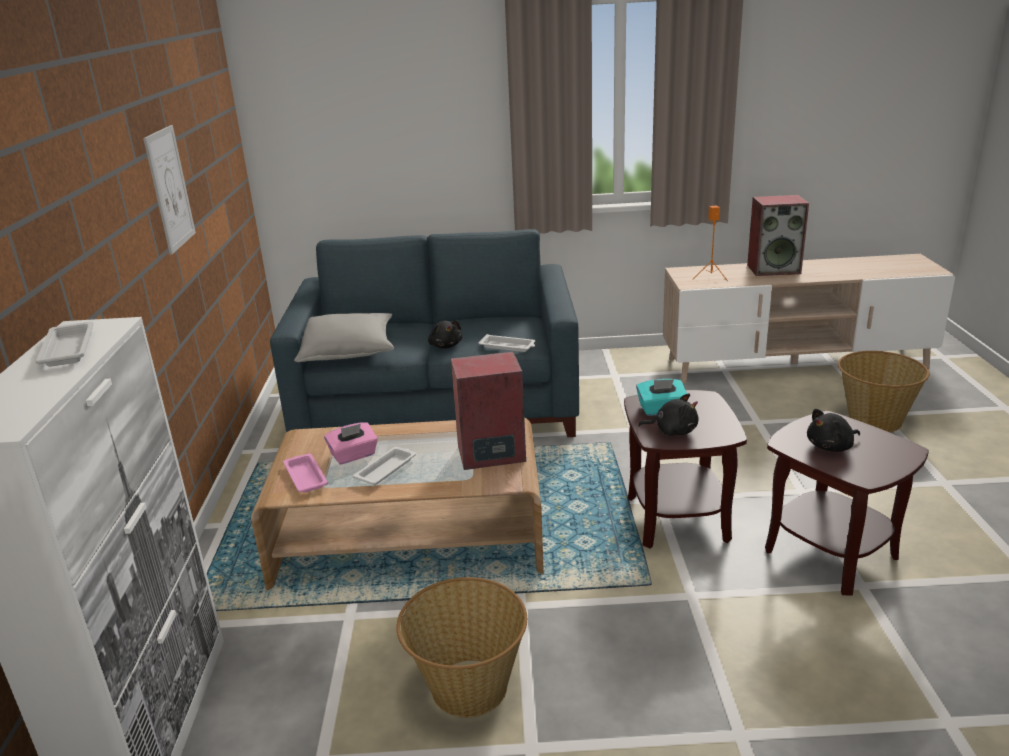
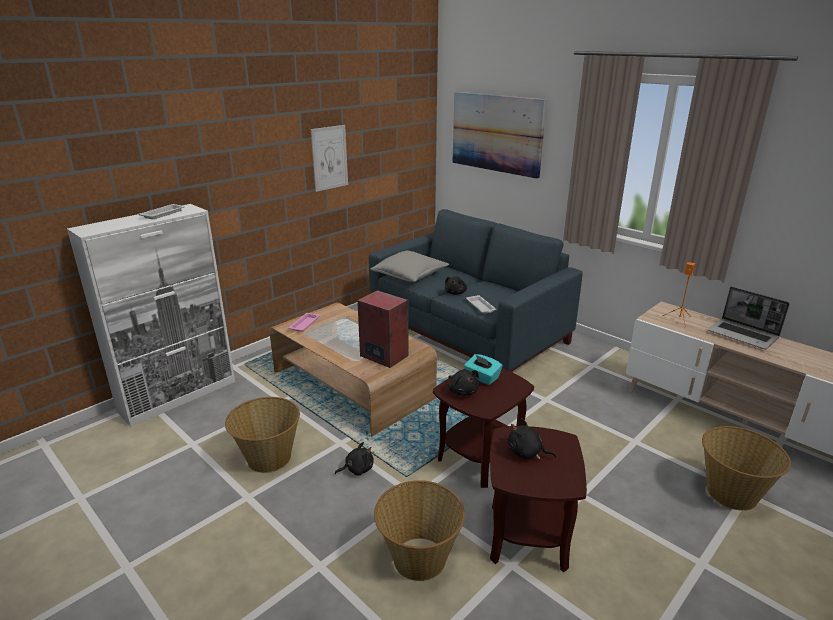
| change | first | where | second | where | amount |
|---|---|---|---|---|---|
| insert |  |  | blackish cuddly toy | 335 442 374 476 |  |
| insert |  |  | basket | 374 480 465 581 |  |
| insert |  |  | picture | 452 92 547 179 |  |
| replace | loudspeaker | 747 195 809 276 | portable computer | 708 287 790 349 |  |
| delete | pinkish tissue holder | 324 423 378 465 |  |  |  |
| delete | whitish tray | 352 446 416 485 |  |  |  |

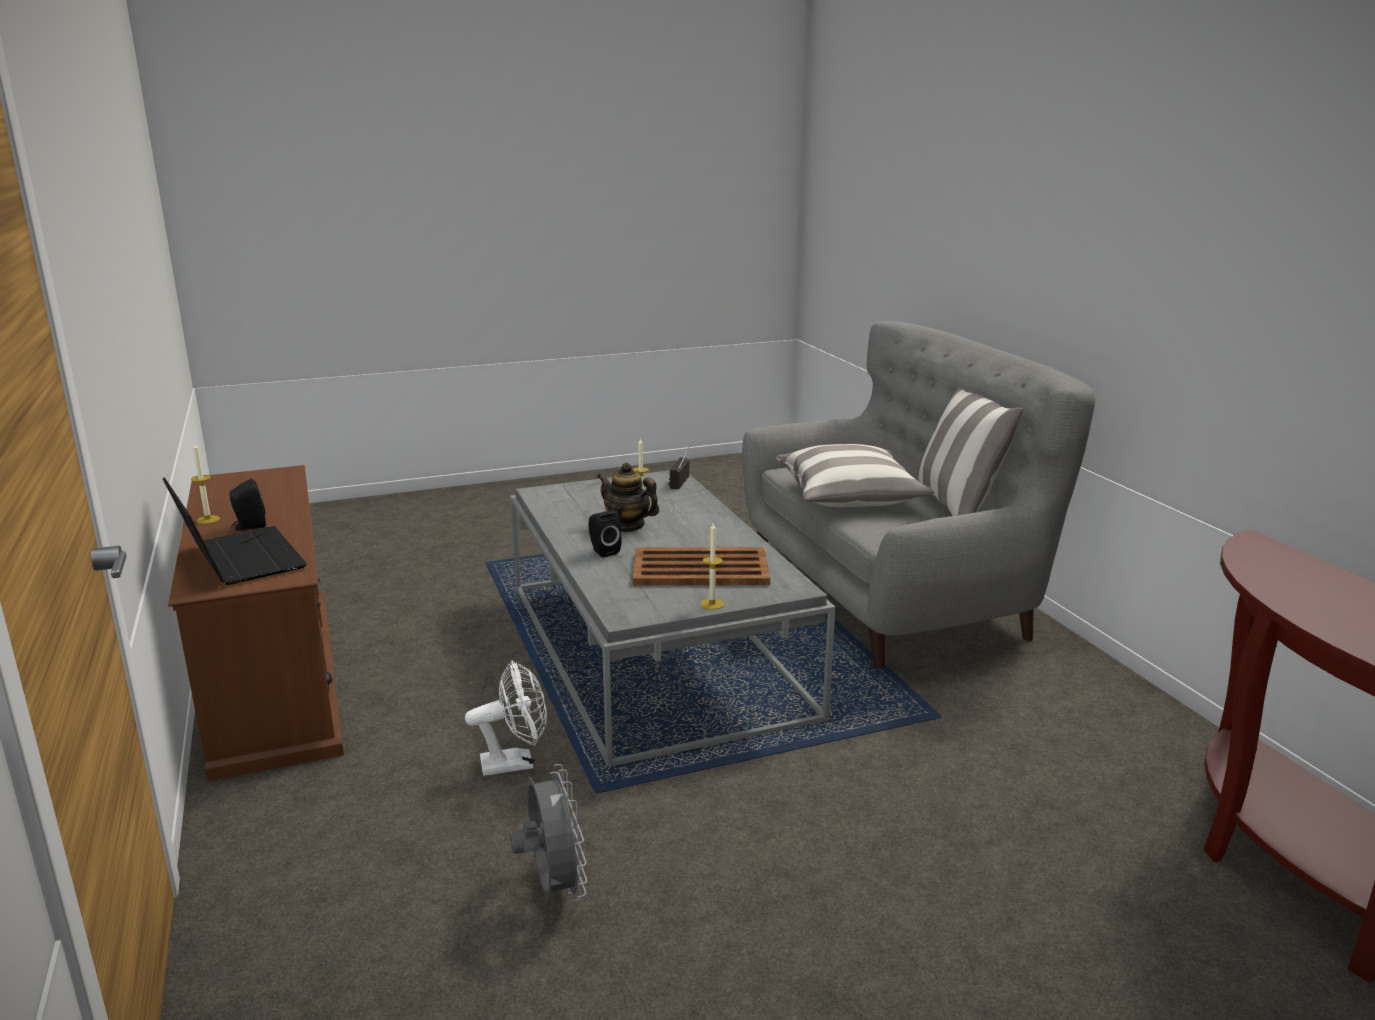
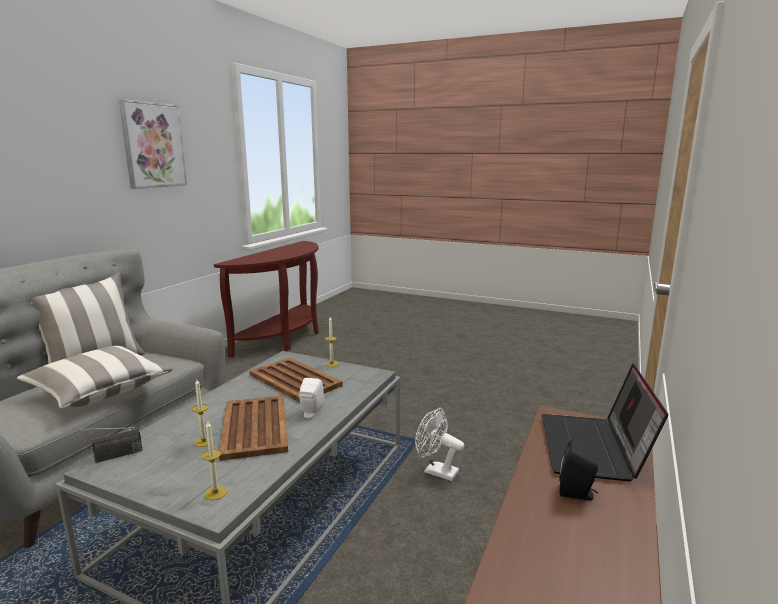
| change | first | where | second | where | amount |
|---|---|---|---|---|---|
| insert |  |  | picture | 119 99 187 189 |  |
| move | wax light | 191 443 220 524 |  | 202 421 227 500 |  |
| replace | pot for tea | 597 462 659 532 | brownish tray | 219 396 288 461 |  |
| recolor | blackish loudspeaker | 588 510 622 558 | whitish loudspeaker | 299 378 324 418 |  |
| delete | greyish fan | 510 764 587 902 |  |  |  |

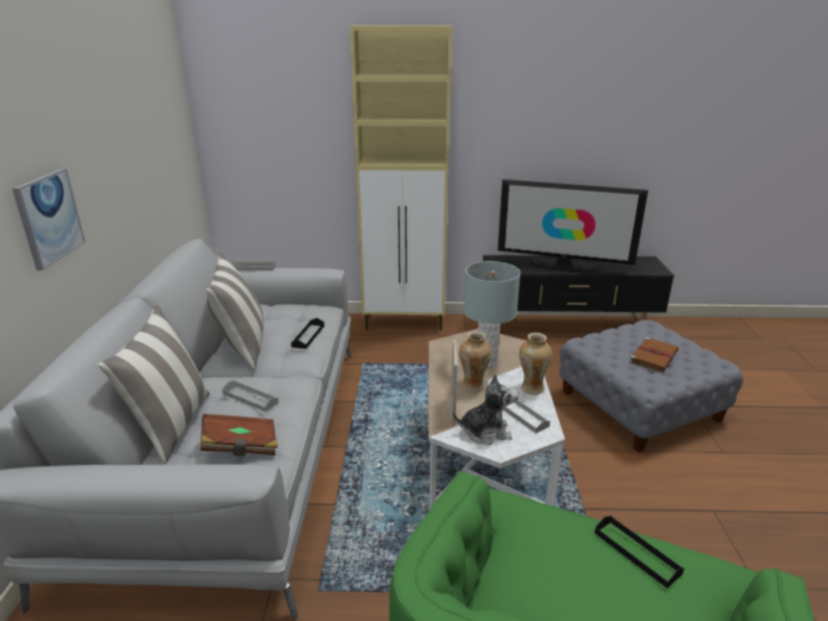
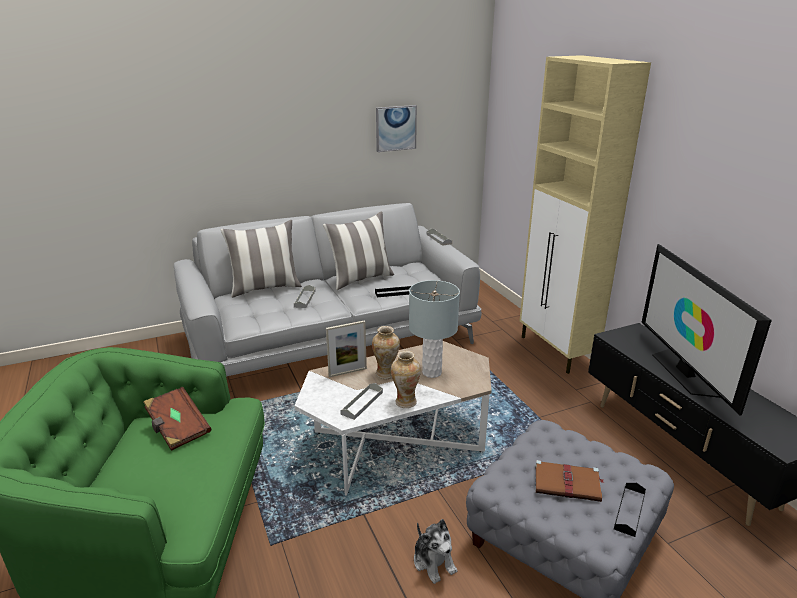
| change | first | where | second | where | amount |
|---|---|---|---|---|---|
| move | brownish volume | 201 414 278 456 |  | 143 387 211 451 |  |
| move | picture | 12 169 85 270 |  | 376 105 417 152 |  |
| move | cuddly toy | 453 374 519 445 |  | 414 519 457 584 |  |
| move | blackish tray | 595 516 684 588 |  | 614 483 646 537 |  |

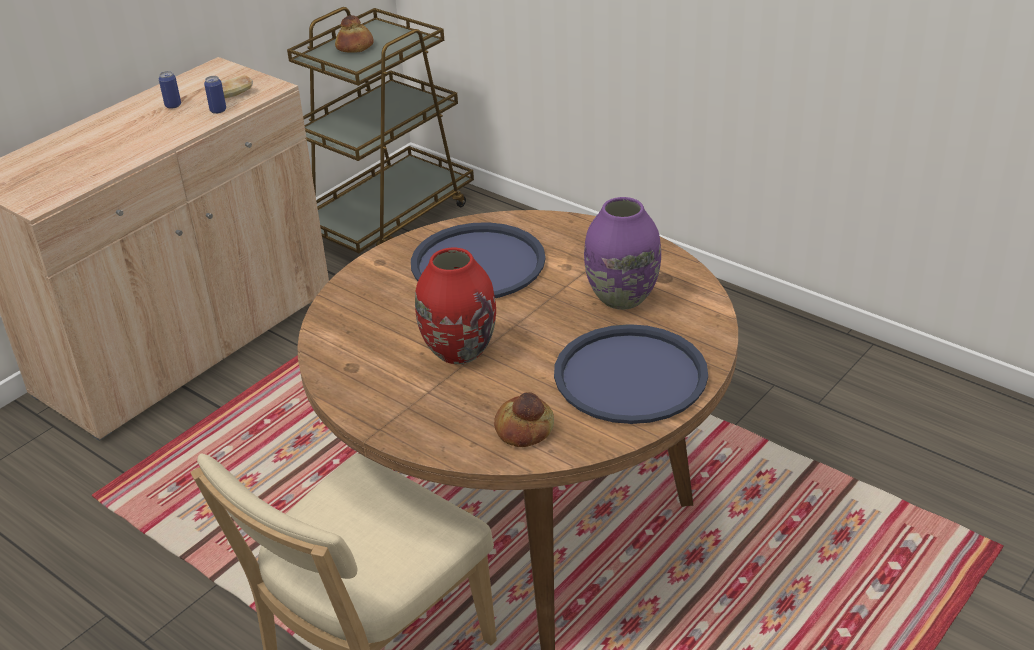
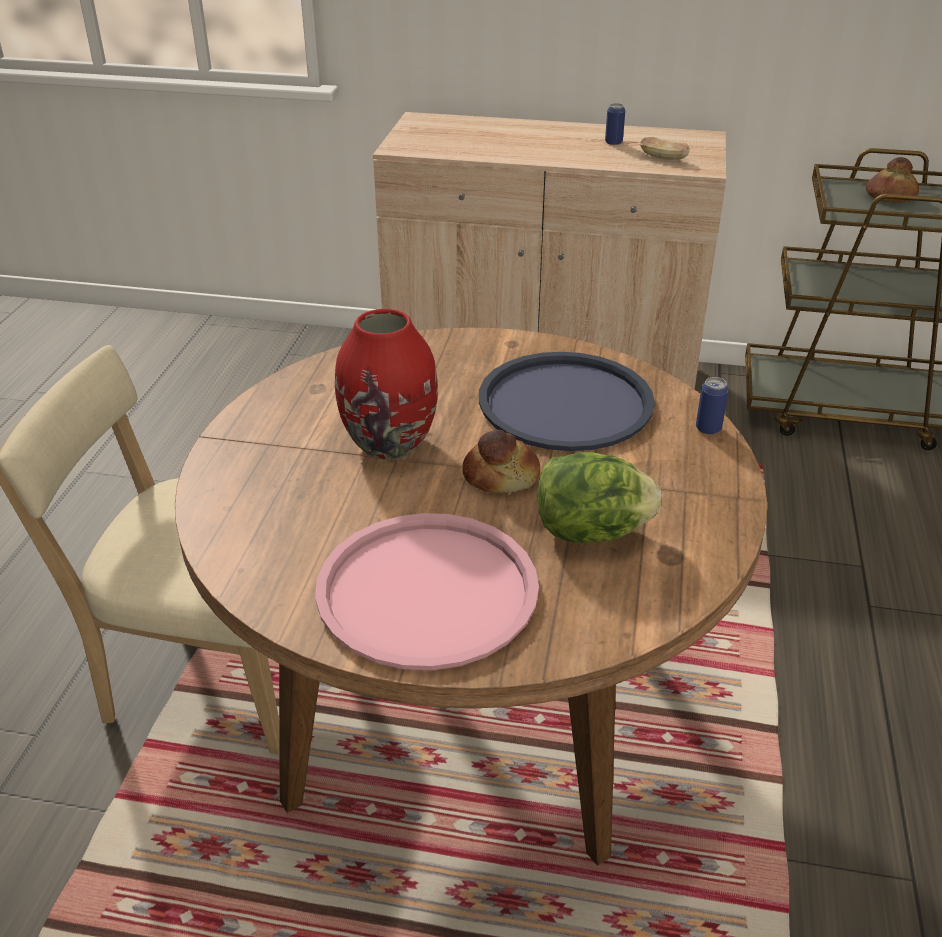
| change | first | where | second | where | amount |
|---|---|---|---|---|---|
| recolor | bluish tray | 554 324 708 424 | pinkish tray | 315 513 539 670 |  |
| move | bakery bread | 494 392 554 447 |  | 462 430 540 493 |  |
| replace | purple-coloured vase | 584 197 661 310 | lettuce | 538 452 662 543 |  |
| move | sealed can | 204 76 226 114 |  | 696 377 729 435 |  |

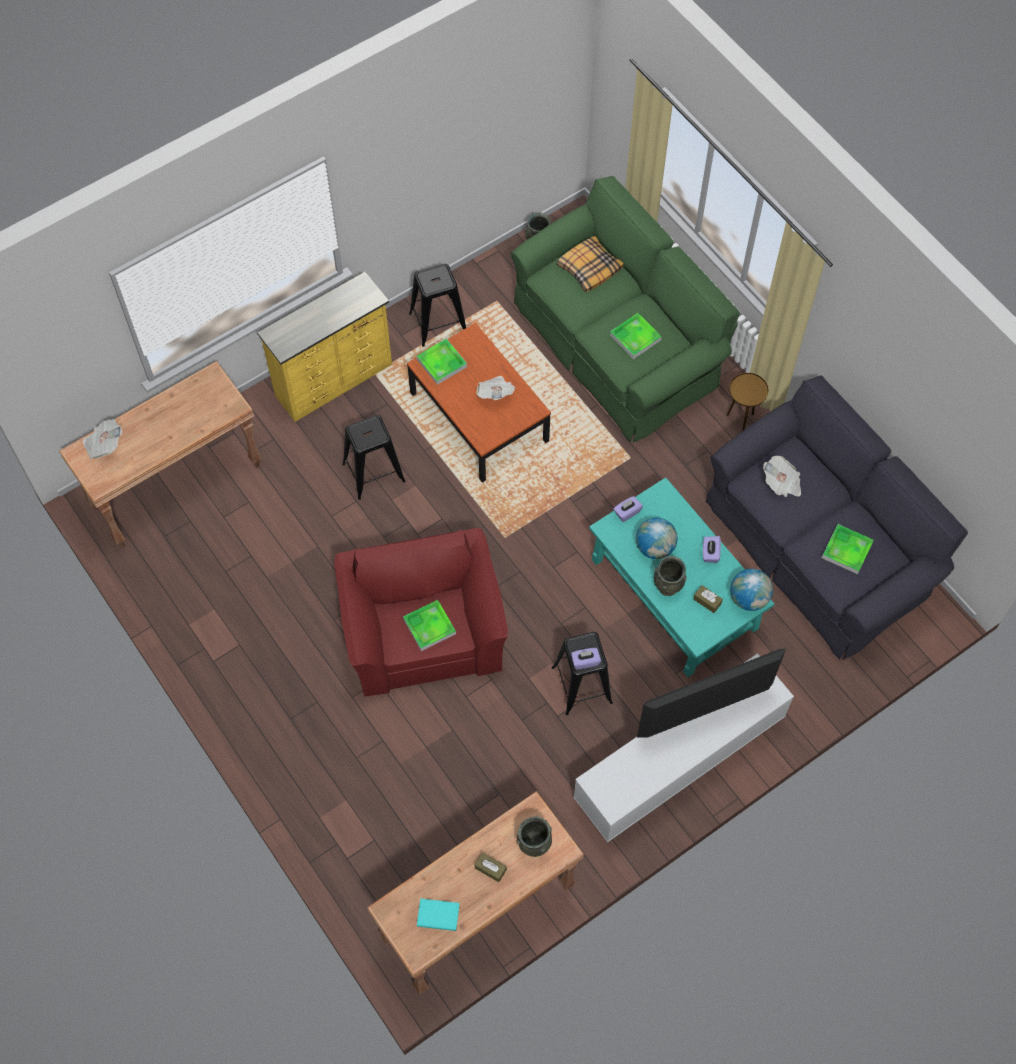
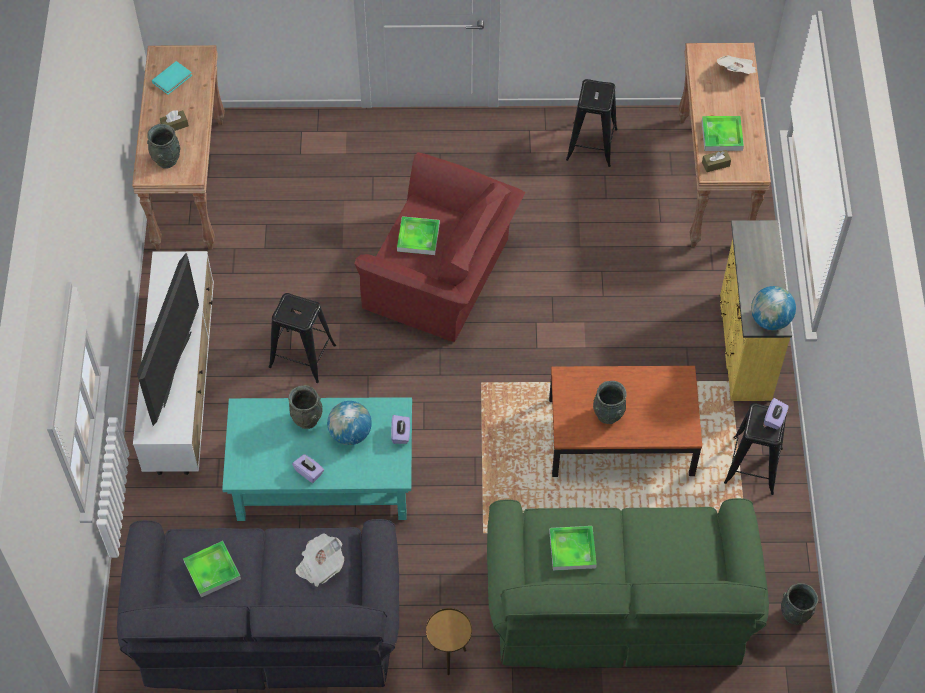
| change | first | where | second | where | amount |
|---|---|---|---|---|---|
| move | blackish stool seat | 342 415 405 500 |  | 566 79 618 167 |  |
| replace | daily paper | 476 376 516 400 | greyish vase | 593 381 627 424 |  |
| move | tray | 417 338 467 385 |  | 702 116 744 151 |  |
| move | brownish tissue holder | 693 585 723 613 |  | 702 150 731 172 |  |
| move | world globe | 730 569 773 611 |  | 751 286 796 330 |  |
| move | purple-coloured tissue holder | 571 648 601 670 |  | 764 398 789 430 |  |
| delete | cushion | 557 236 624 292 |  |  |  |

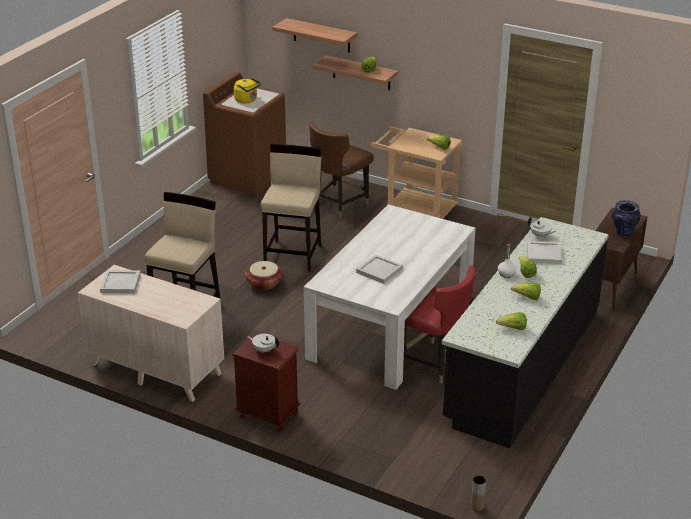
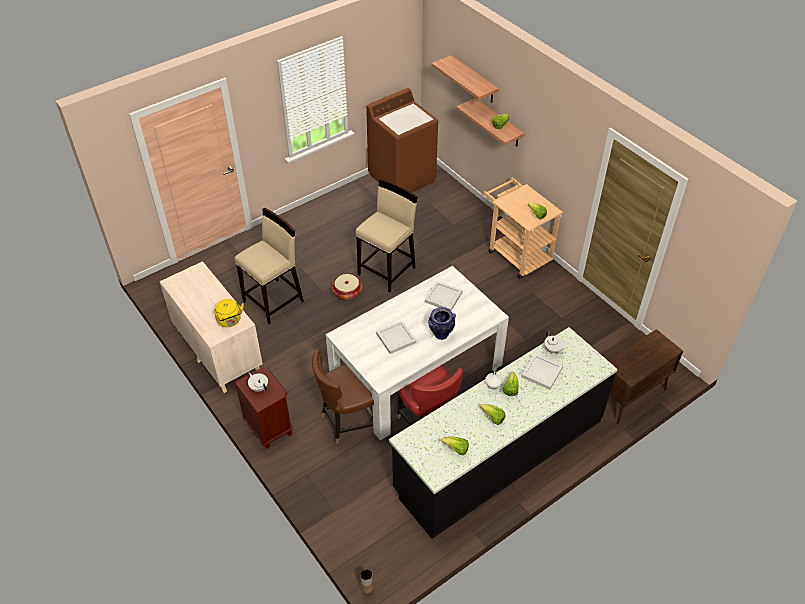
| change | first | where | second | where | amount |
|---|---|---|---|---|---|
| move | yellow tea kettle | 234 78 261 104 |  | 214 299 244 327 |  |
| move | brownish upright chair | 309 122 374 218 |  | 312 350 374 444 |  |
| move | whitish tray | 100 270 141 294 |  | 425 281 463 311 |  |
| move | vase | 612 200 640 236 |  | 428 307 456 340 |  |

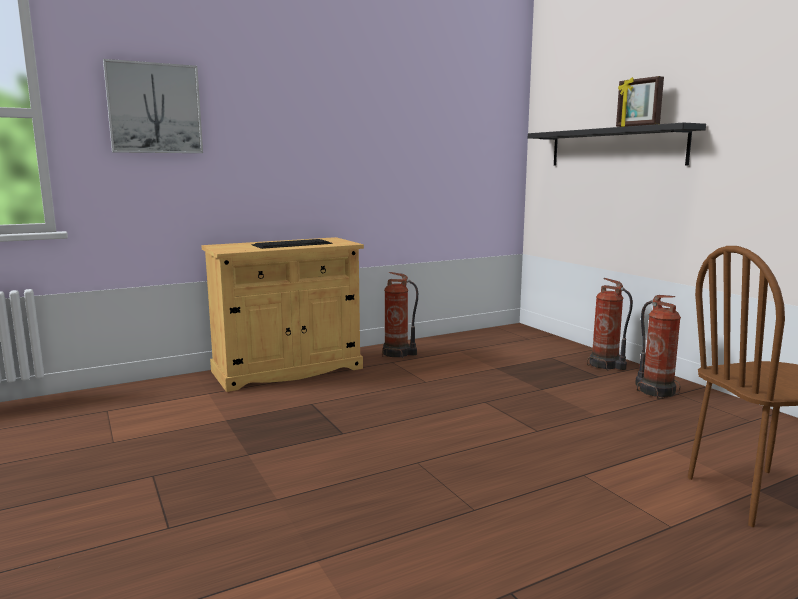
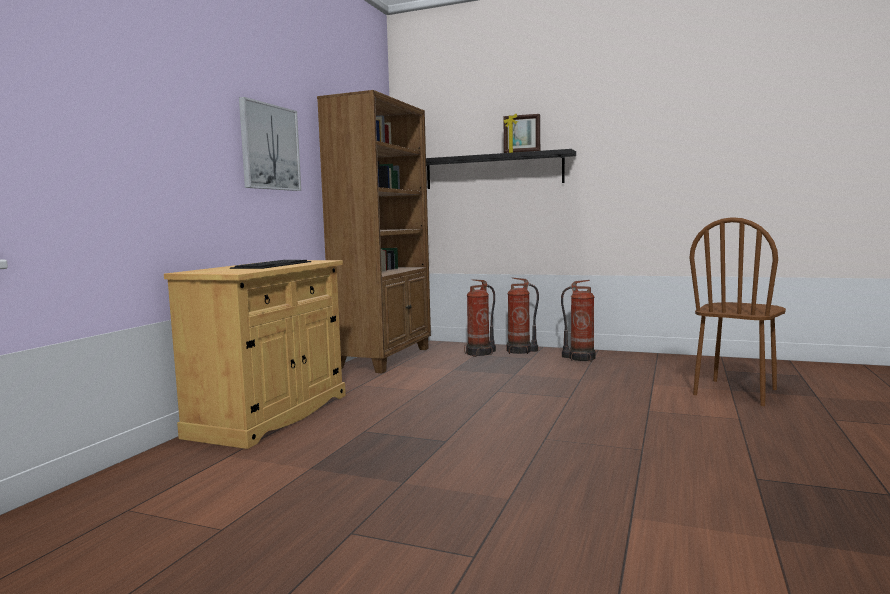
| change | first | where | second | where | amount |
|---|---|---|---|---|---|
| move | picture | 103 59 203 153 |  | 239 97 301 191 |  |
| insert |  |  | brownish bookshelf | 317 90 431 373 |  |
| move | fire extinguisher | 382 272 418 358 |  | 464 279 496 357 |  |

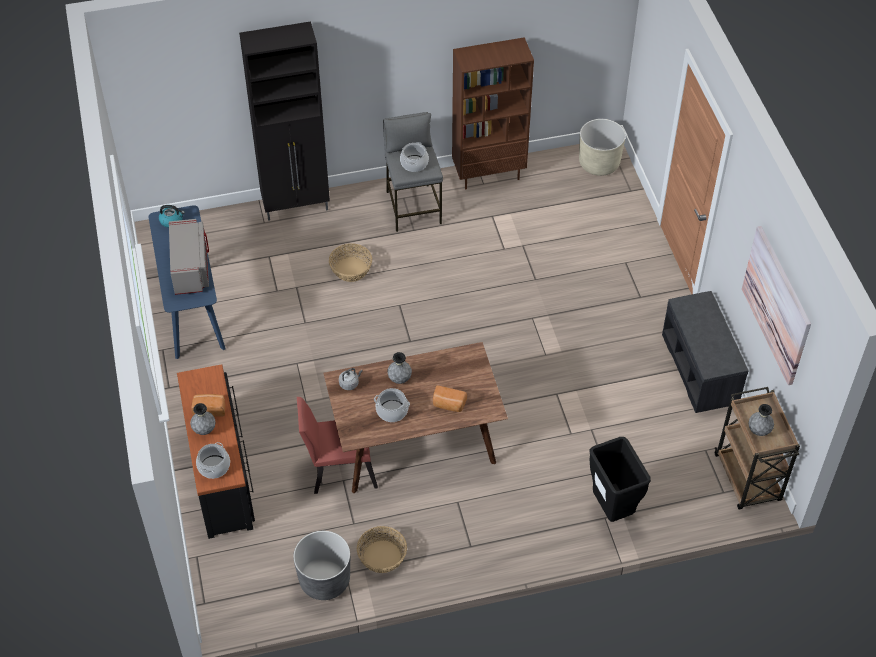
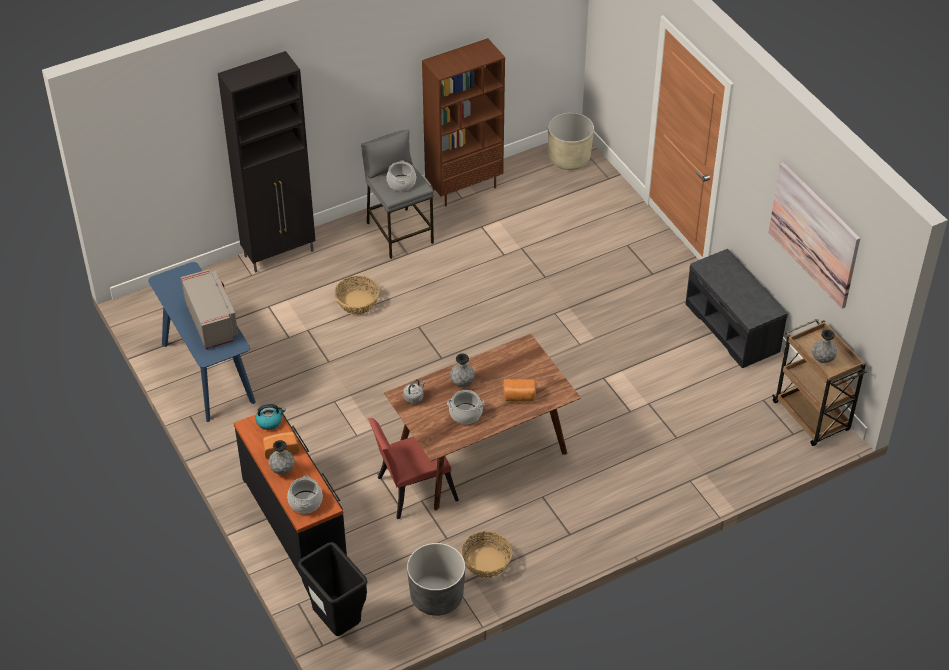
| change | first | where | second | where | amount |
|---|---|---|---|---|---|
| move | tea kettle | 159 205 185 228 |  | 256 404 286 430 |  |
| move | blackish waste bin | 589 437 651 522 |  | 298 542 367 636 |  |

